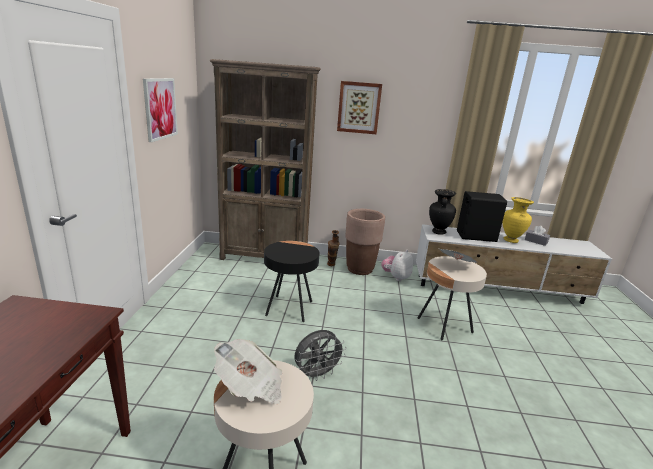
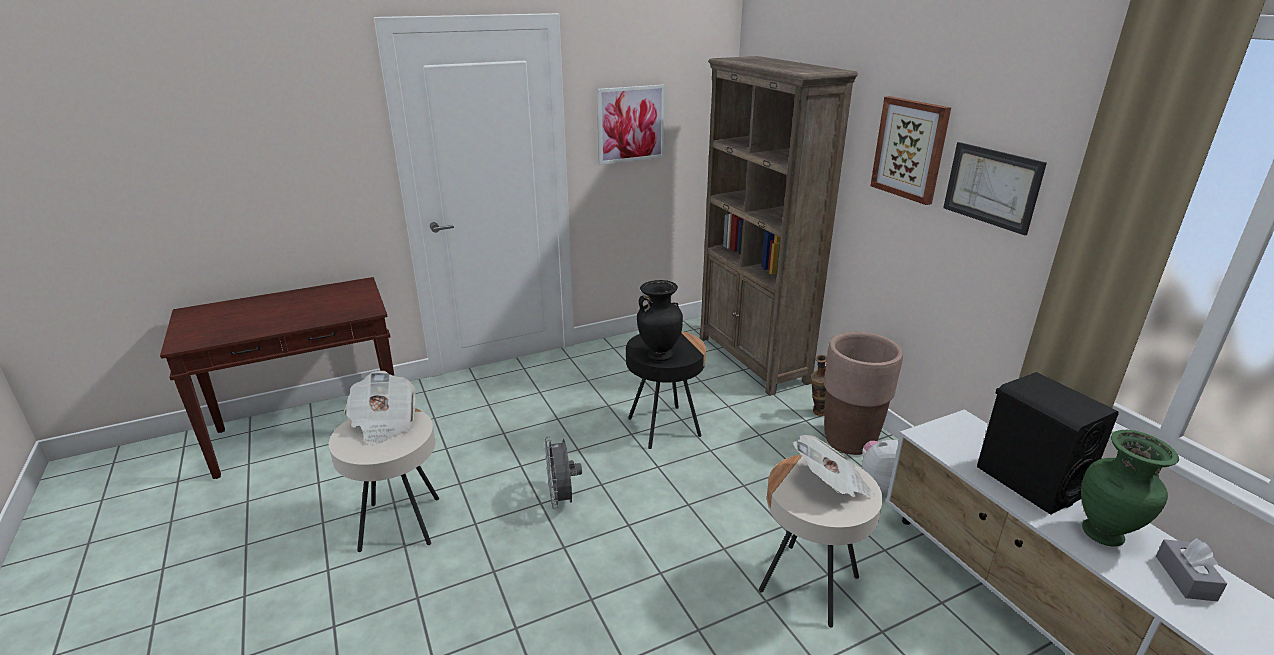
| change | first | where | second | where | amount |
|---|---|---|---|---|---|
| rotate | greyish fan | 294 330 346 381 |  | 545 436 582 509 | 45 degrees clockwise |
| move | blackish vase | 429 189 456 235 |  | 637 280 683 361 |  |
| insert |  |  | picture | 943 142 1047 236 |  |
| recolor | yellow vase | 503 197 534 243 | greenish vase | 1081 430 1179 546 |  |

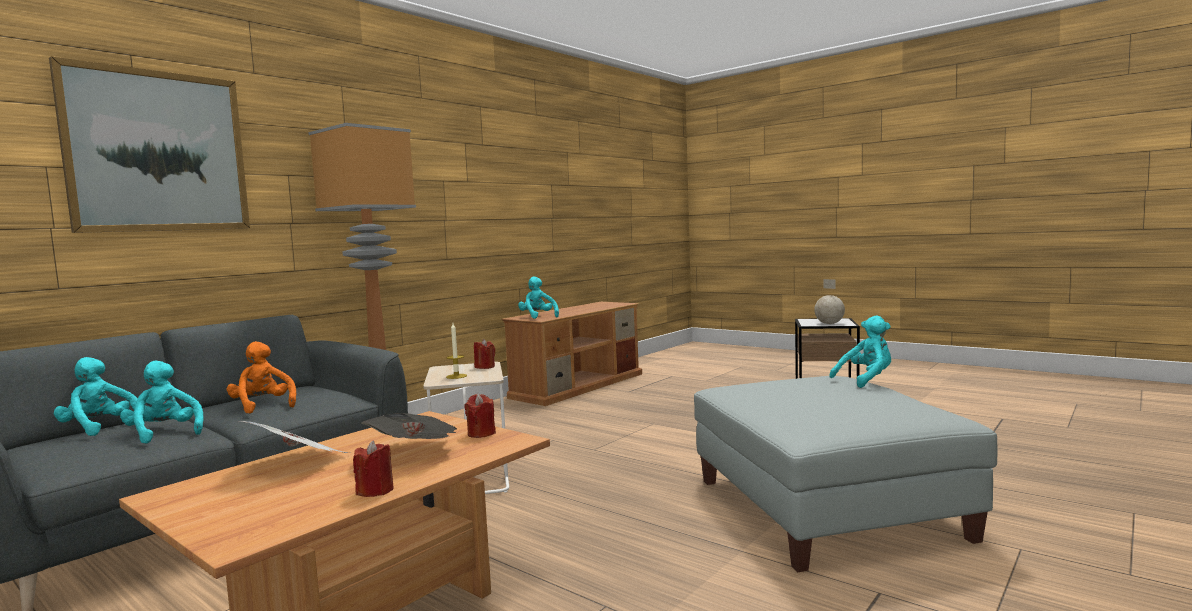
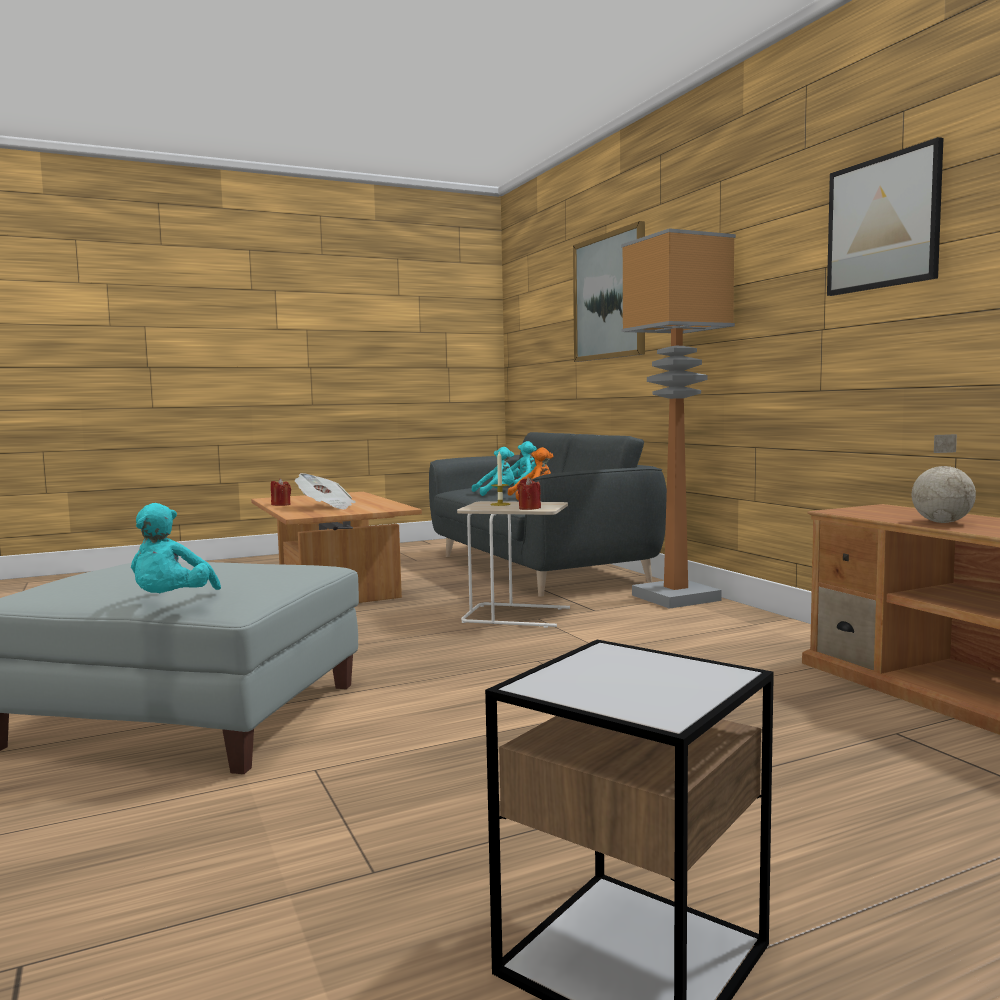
| change | first | where | second | where | amount |
|---|---|---|---|---|---|
| insert |  |  | picture | 827 137 943 296 |  |
| move | world globe | 814 279 845 324 |  | 912 434 976 523 |  |
| delete | daily paper | 242 421 351 453 |  |  |  |
| delete | reddish wax light | 464 394 496 438 |  |  |  |
| delete | turquoise-coloured cuddly toy | 518 277 559 319 |  |  |  |

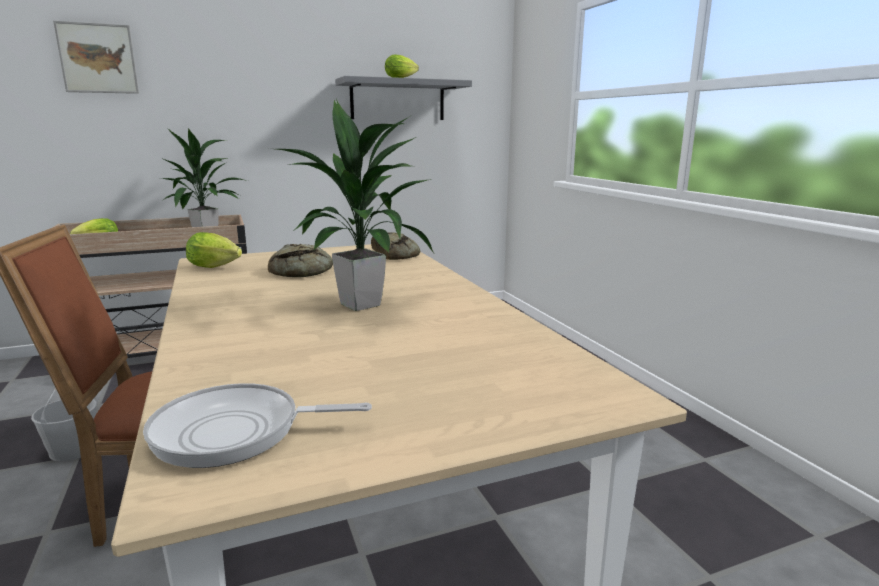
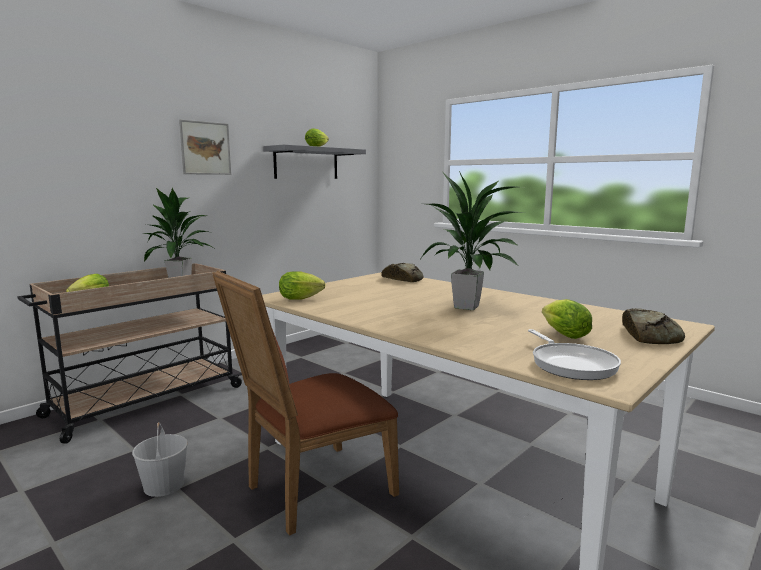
| change | first | where | second | where | amount |
|---|---|---|---|---|---|
| move | picture | 53 21 139 94 |  | 179 120 231 175 |  |
| rotate | frying pan | 143 383 372 468 |  | 528 329 621 380 | 75 degrees counterclockwise |
| insert |  |  | lettuce | 542 299 592 339 |  |
| move | bakery bread | 268 244 333 277 |  | 622 308 685 344 |  |

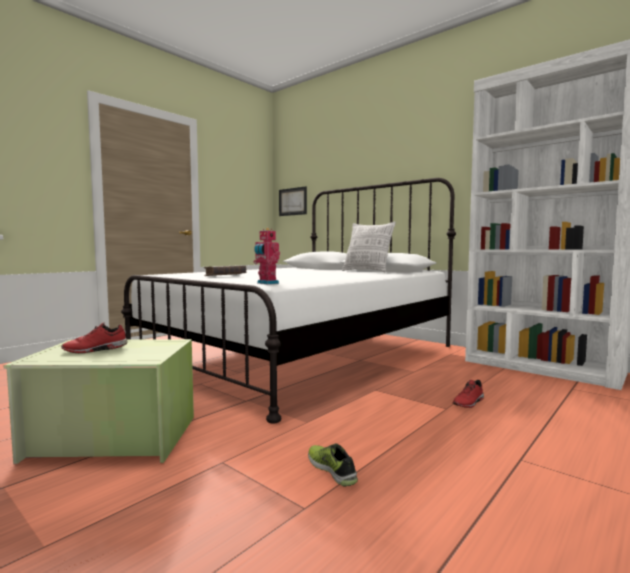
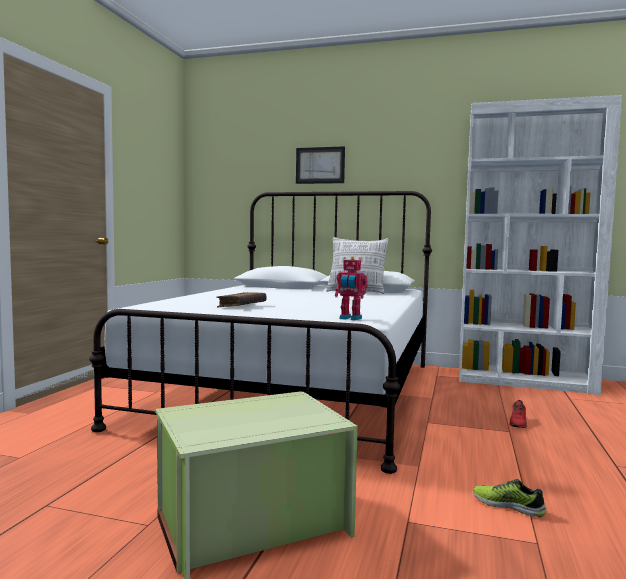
| change | first | where | second | where | amount |
|---|---|---|---|---|---|
| move | picture | 279 186 307 216 |  | 296 146 345 184 |  |
| delete | reddish low shoe | 61 322 128 353 |  |  |  |

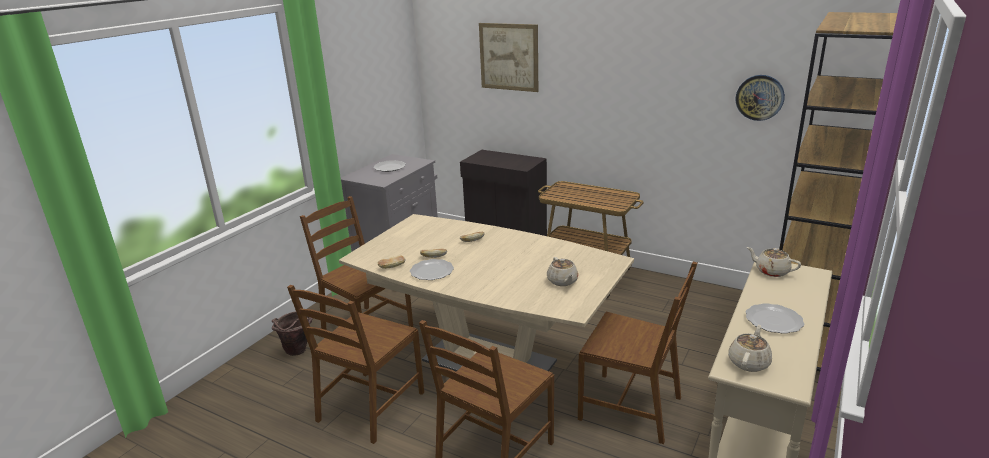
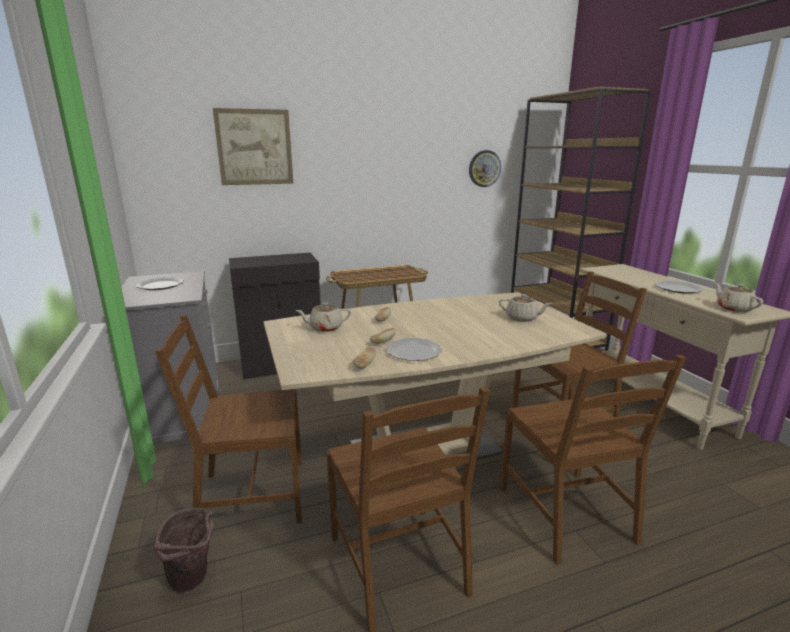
| change | first | where | second | where | amount |
|---|---|---|---|---|---|
| move | beige pot for tea | 747 247 801 277 |  | 295 302 351 332 |  |

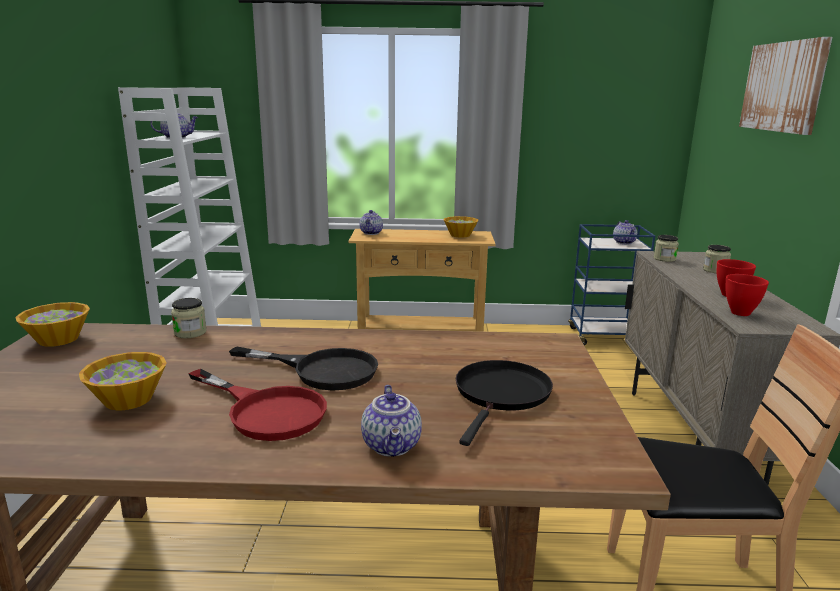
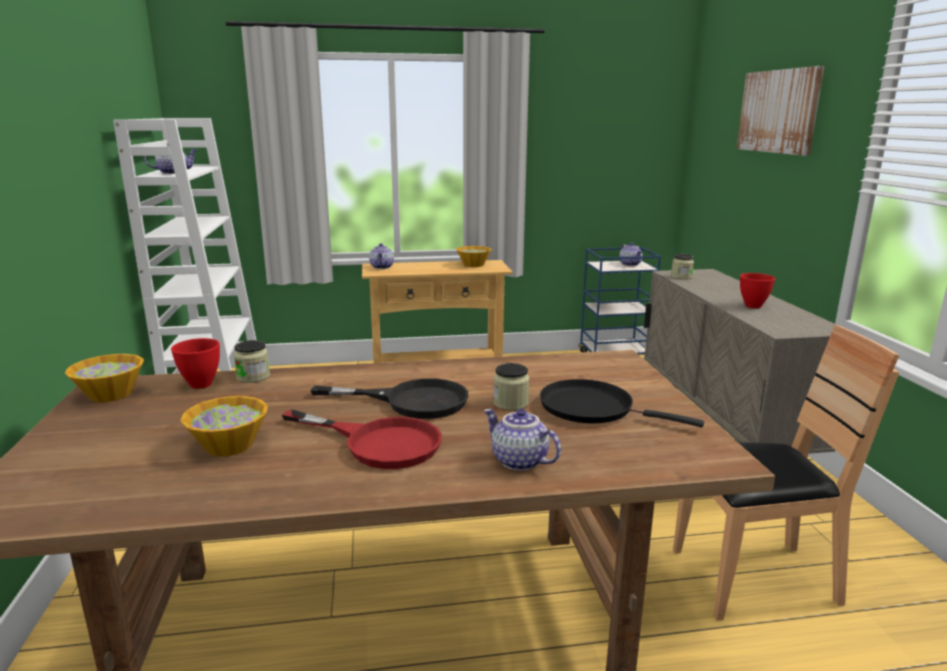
| change | first | where | second | where | amount |
|---|---|---|---|---|---|
| move | reddish bowl | 725 274 769 316 |  | 171 338 220 389 |  |
| rotate | pot for tea | 361 385 422 457 |  | 484 409 561 471 | 150 degrees clockwise |
| move | preserve jar | 703 245 731 273 |  | 493 363 529 410 |  |
| rotate | blackish frying pan | 456 360 553 446 |  | 540 379 704 427 | 75 degrees counterclockwise |

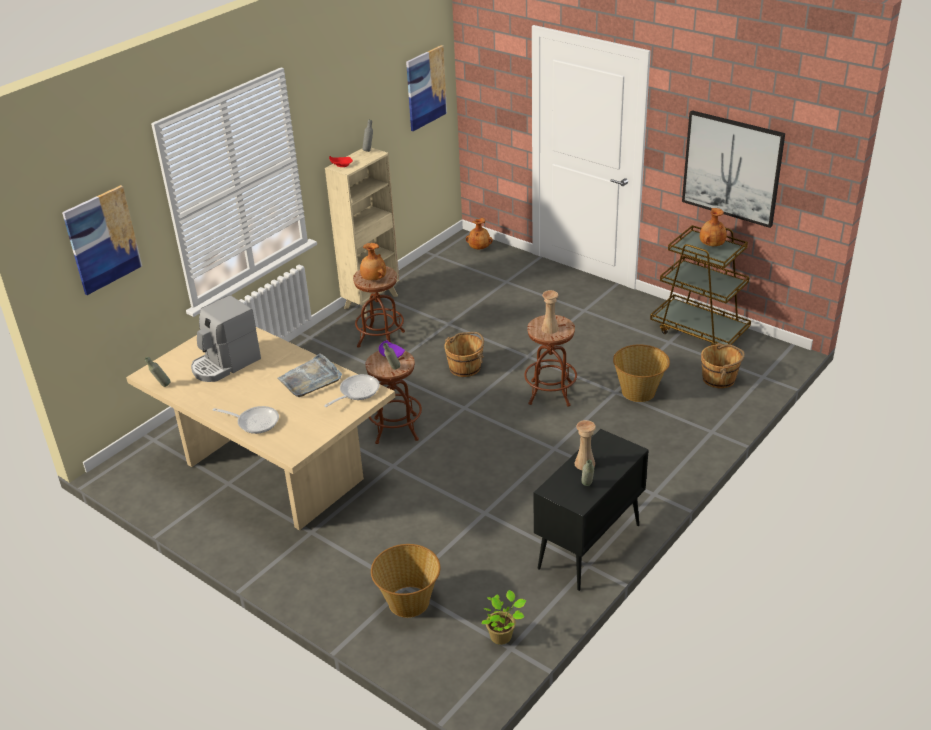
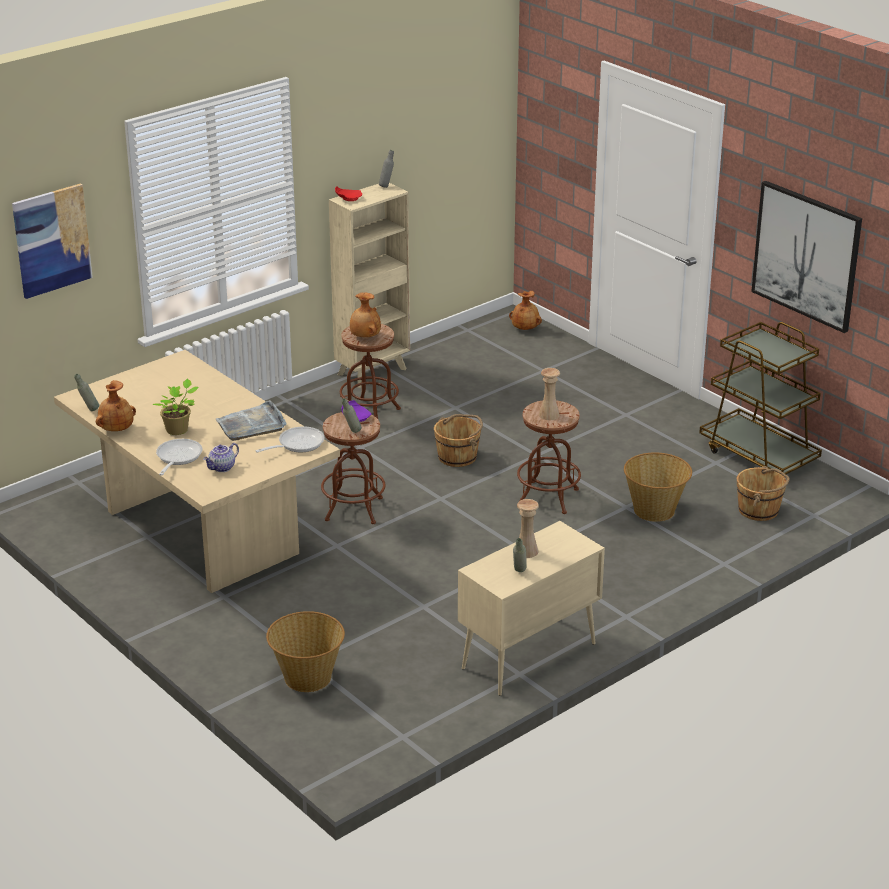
| change | first | where | second | where | amount |
|---|---|---|---|---|---|
| move | brownish vase | 700 208 727 246 |  | 96 380 136 431 |  |
| move | plant in a pot | 482 590 526 645 |  | 153 379 199 435 |  |
| rotate | frying pan | 213 406 279 434 |  | 156 439 202 475 | 105 degrees counterclockwise |
| insert |  |  | pot for tea | 203 443 239 472 |  |
| recolor | blackish storage cabinet | 534 429 649 591 | beige storage cabinet | 458 521 605 696 |  |
| delete | coffee brewer | 191 295 261 382 |  |  |  |
| delete | picture | 406 45 447 131 |  |  |  |

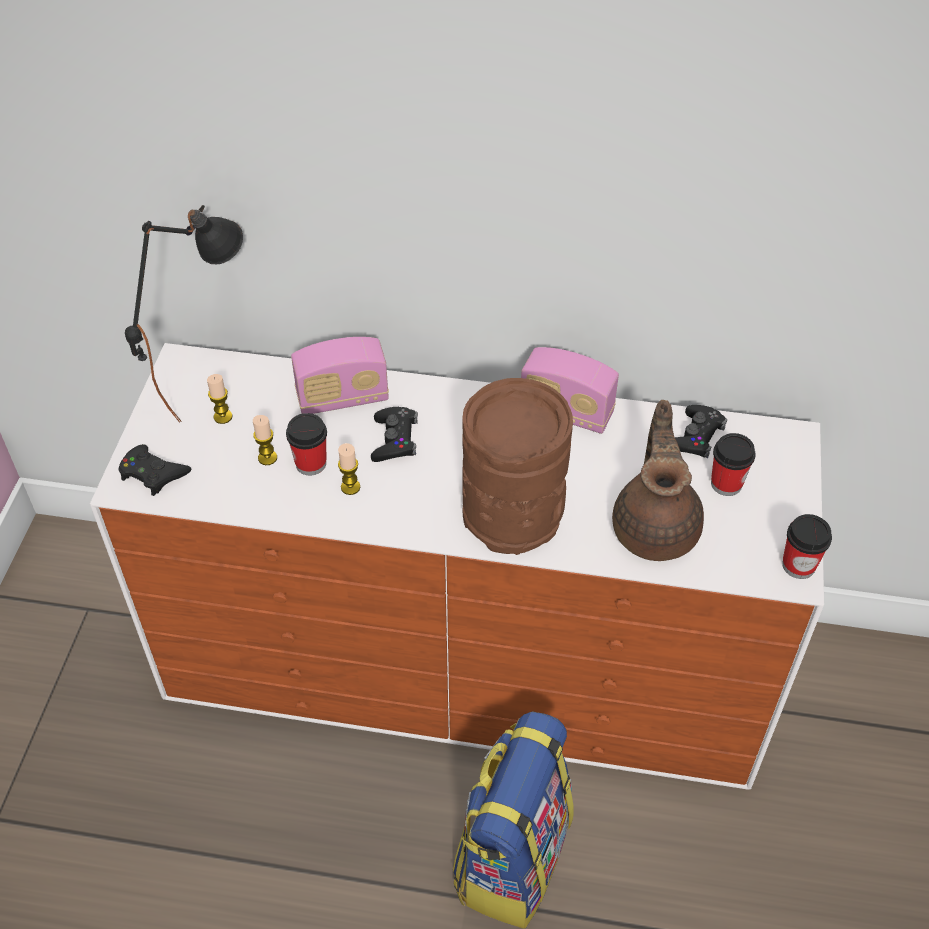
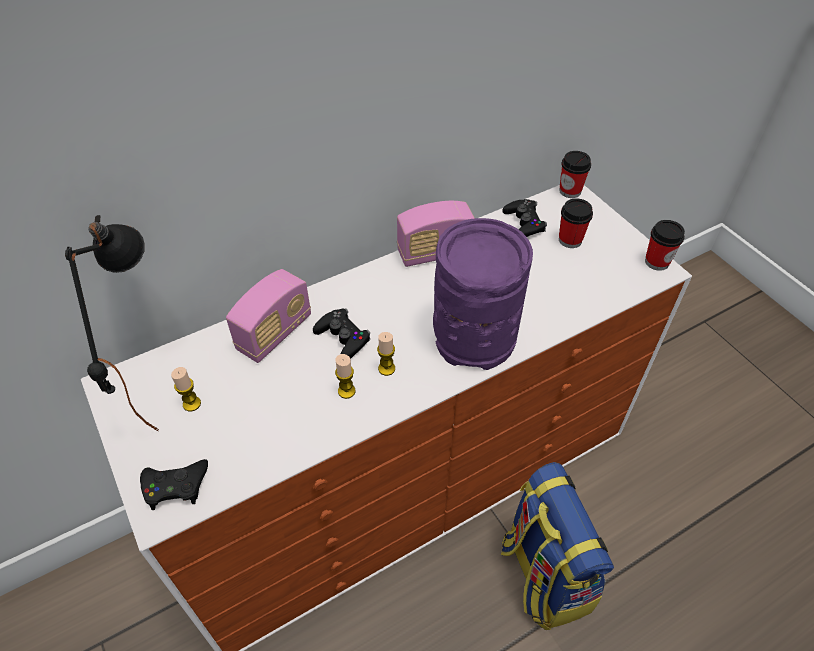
| change | first | where | second | where | amount |
|---|---|---|---|---|---|
| move | wax light | 253 415 277 465 |  | 377 332 395 376 |  |
| recolor | brownish vase | 462 378 573 555 | purple-coloured vase | 433 218 533 370 |  |
| move | cup | 286 413 327 475 |  | 559 151 591 198 |  |
| delete | brownish pot for tea | 612 400 704 561 |  |  |  |

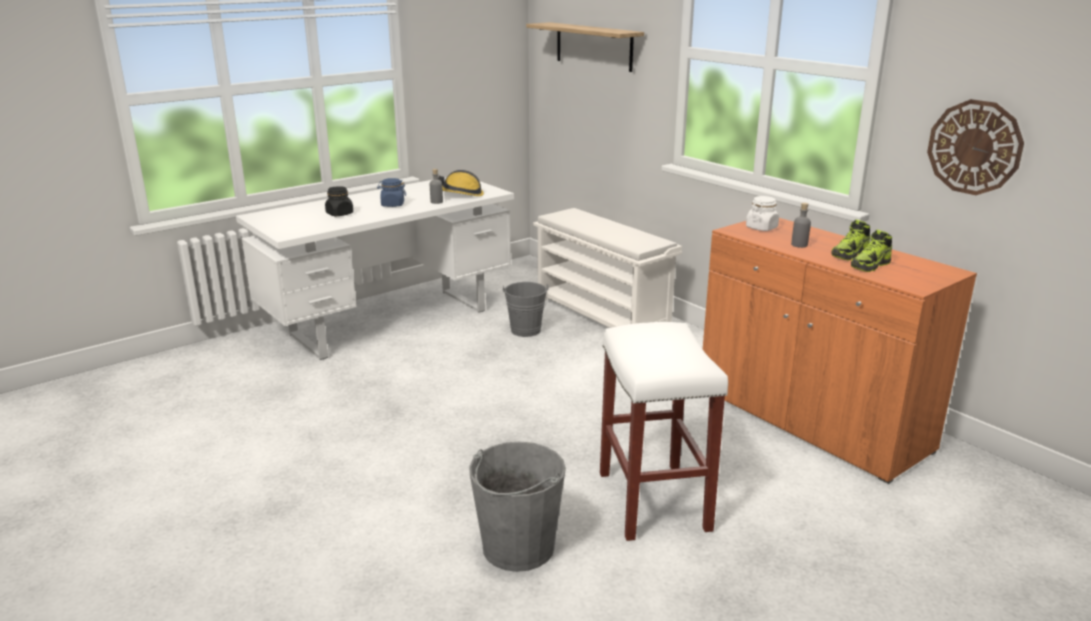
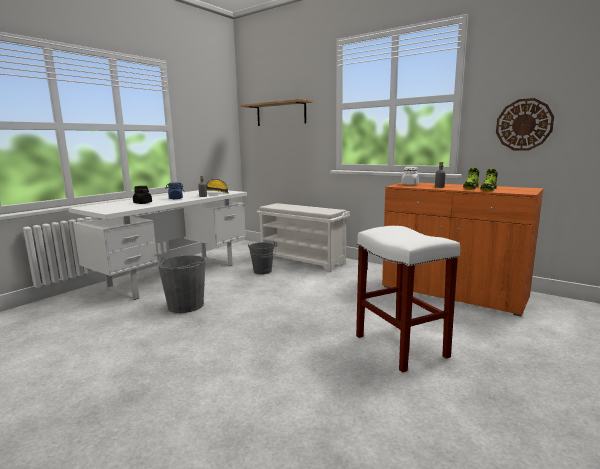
| change | first | where | second | where | amount |
|---|---|---|---|---|---|
| move | greyish pail | 469 441 566 572 |  | 158 255 206 313 |  |

